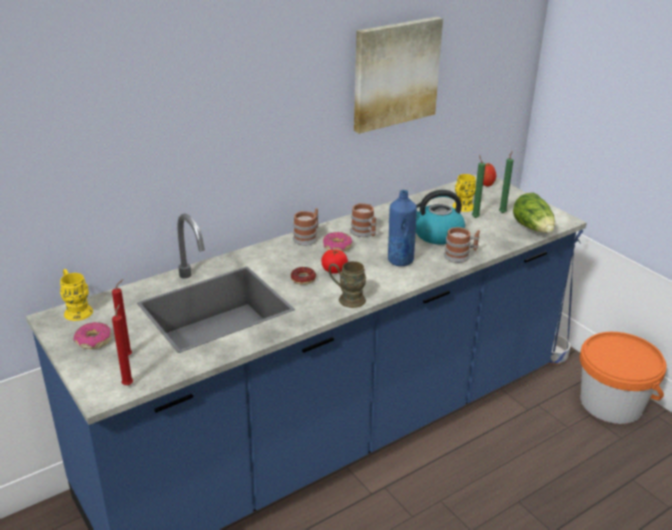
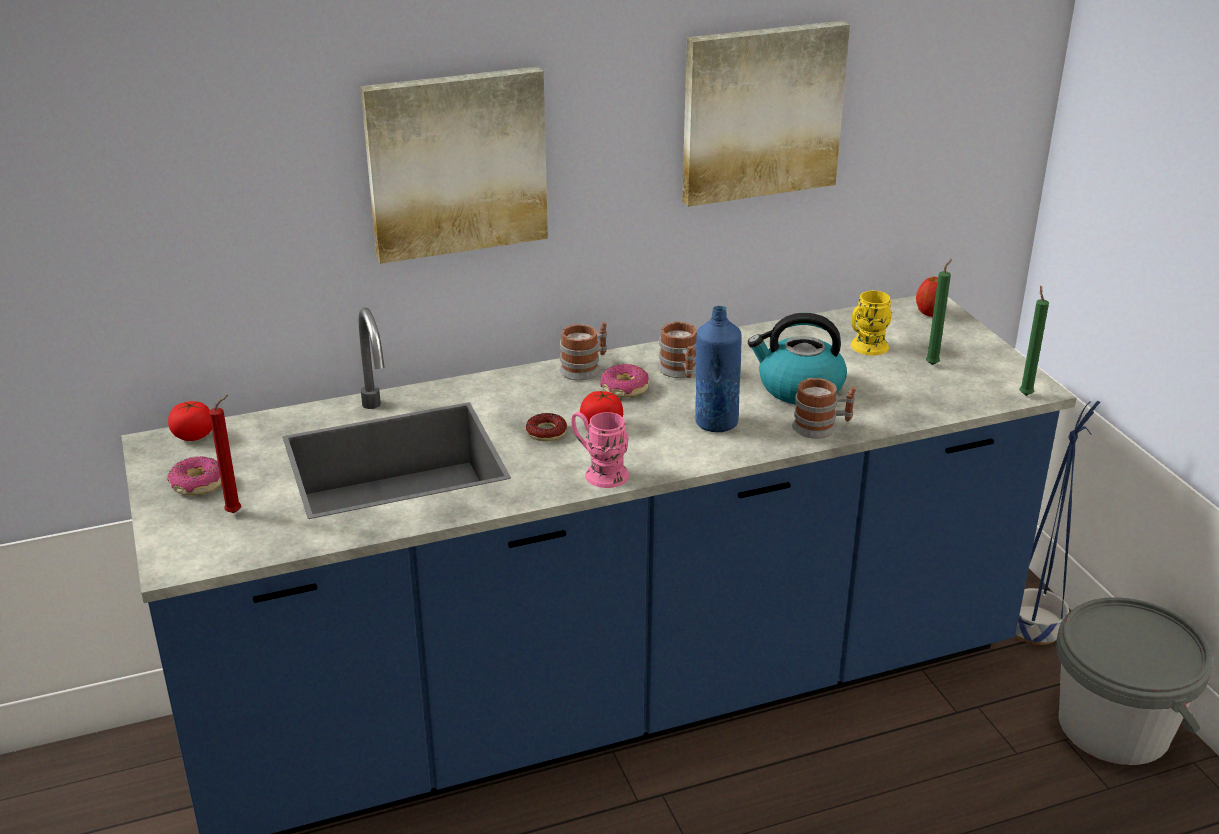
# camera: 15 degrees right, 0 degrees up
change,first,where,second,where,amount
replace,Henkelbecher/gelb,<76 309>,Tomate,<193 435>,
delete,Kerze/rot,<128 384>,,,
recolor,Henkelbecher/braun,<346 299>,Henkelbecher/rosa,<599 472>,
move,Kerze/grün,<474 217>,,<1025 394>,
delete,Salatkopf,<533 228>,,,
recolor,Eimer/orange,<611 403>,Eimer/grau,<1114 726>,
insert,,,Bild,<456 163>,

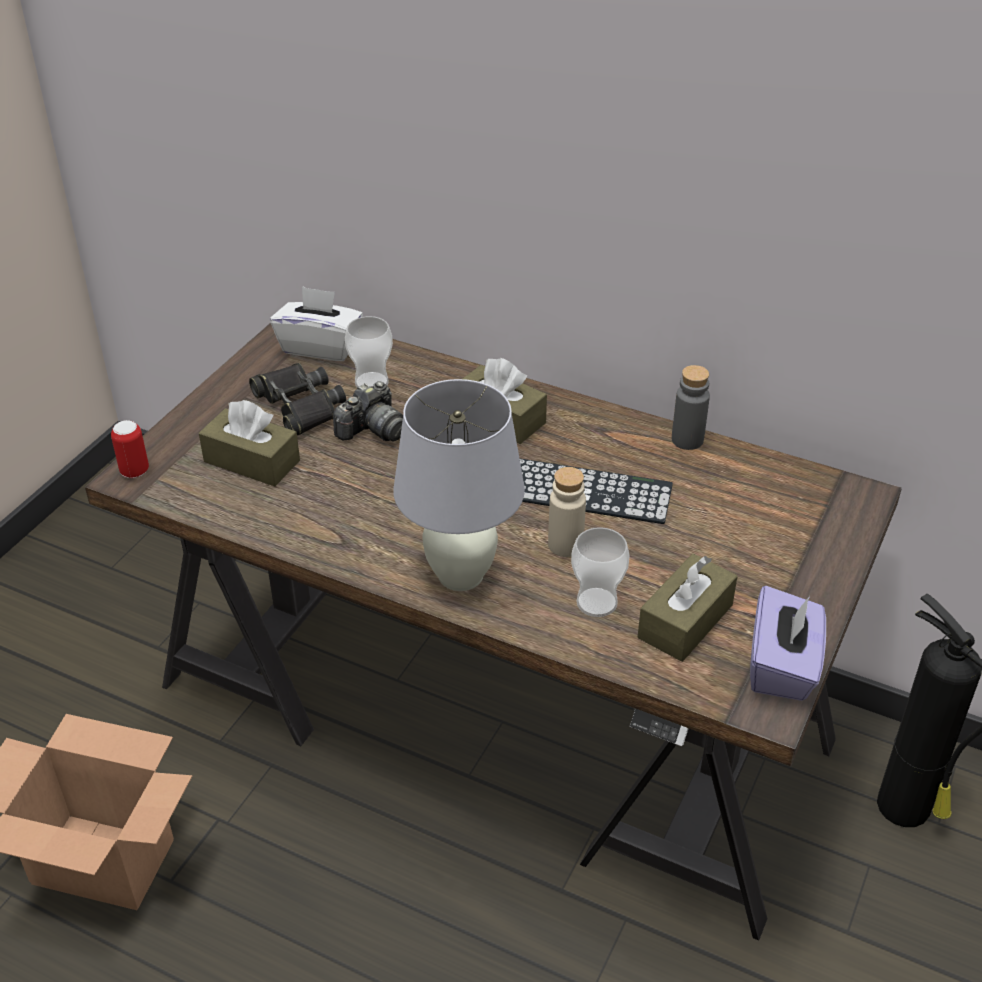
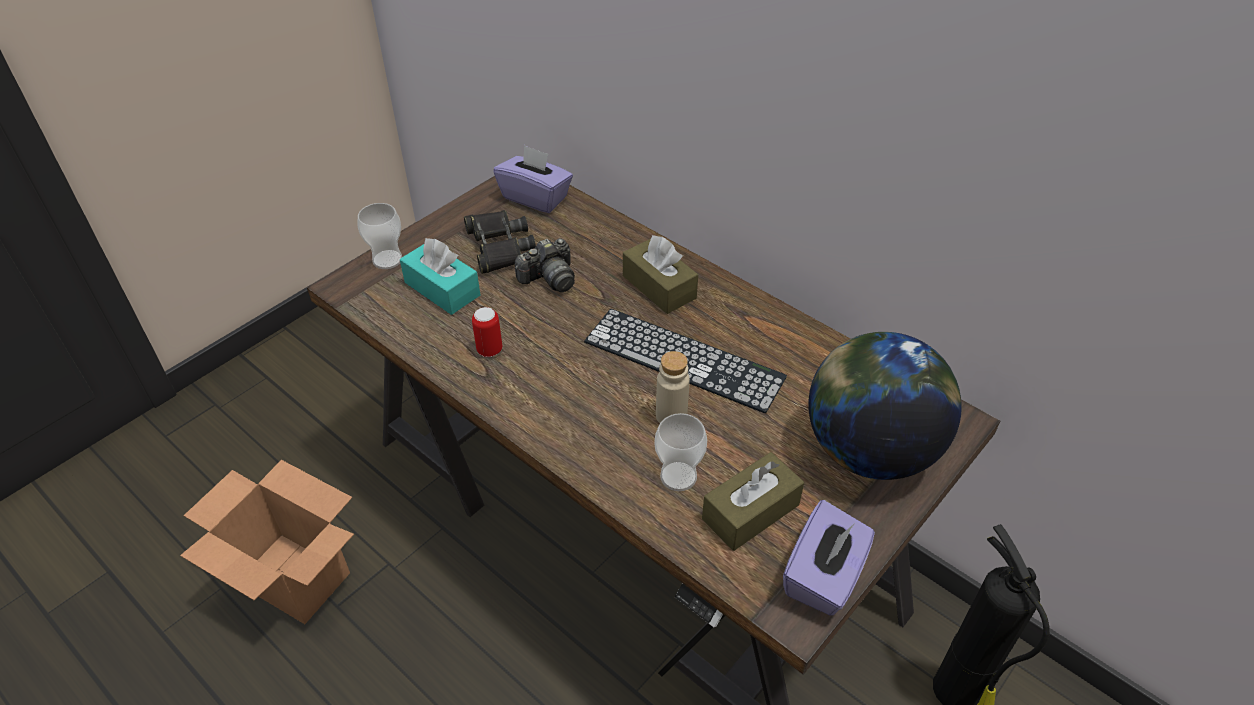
# camera: 15 degrees right, 5 degrees up
change,first,where,second,where,amount
move,Dose,<134 471>,,<489 350>,
recolor,Taschentuchbox/braun,<252 461>,Taschentuchbox/türkis,<442 289>,
recolor,Taschentuchbox/weiß,<320 347>,Taschentuchbox/lila,<535 197>,
move,Tasse,<371 382>,,<387 260>,
delete,Tischlampe/weiß,<460 575>,,,
delete,Flasche/grau,<687 440>,,,
insert,,,Globus,<868 450>,

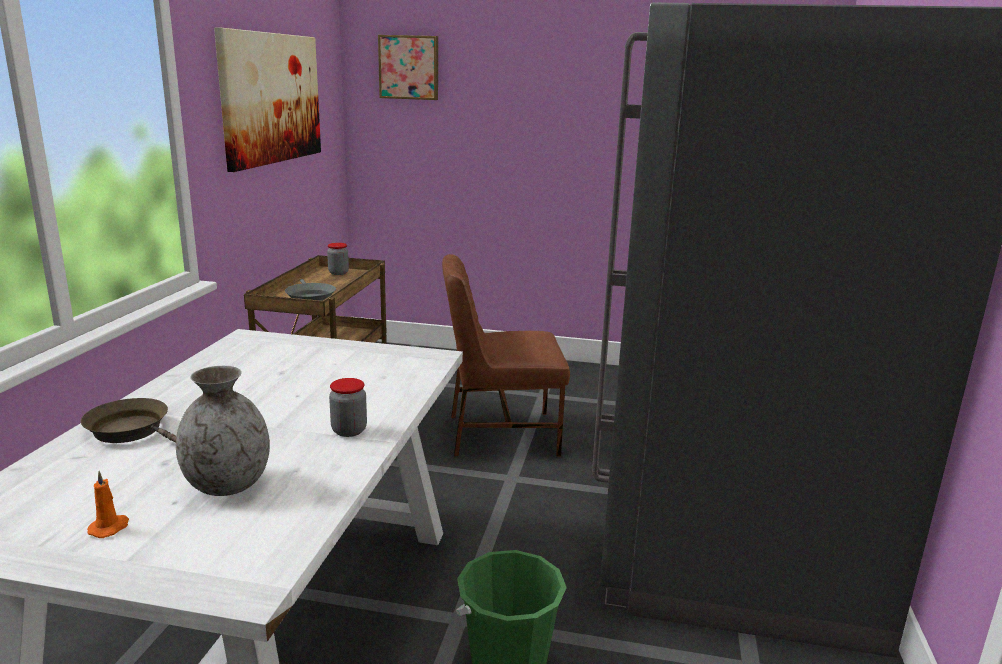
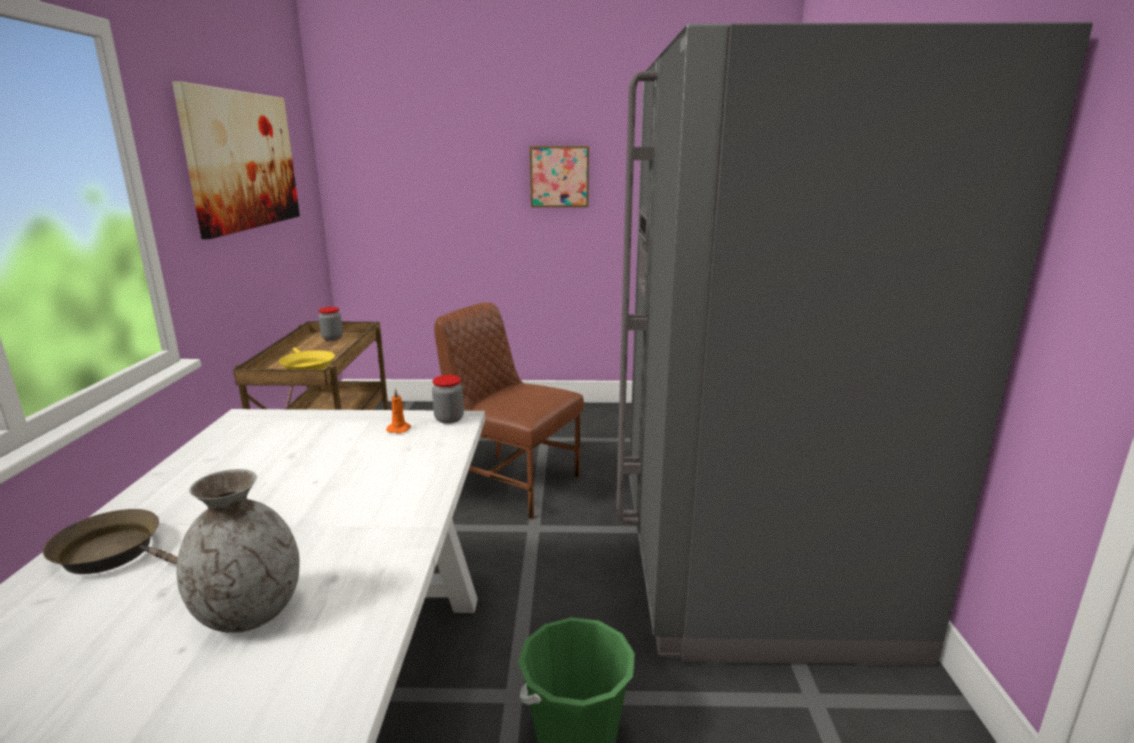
# camera: 10 degrees left, 0 degrees up
change,first,where,second,where,amount
move,Kerze/orange,<110 528>,,<399 429>,
recolor,Pfanne/grau,<309 298>,Pfanne/gelb,<306 367>,
move,Vorratsglas,<349 430>,,<449 419>,
move,Bild,<409 67>,,<559 176>,
rotate,Stuhl/braun,<500 434>,,<512 483>,45 degrees clockwise

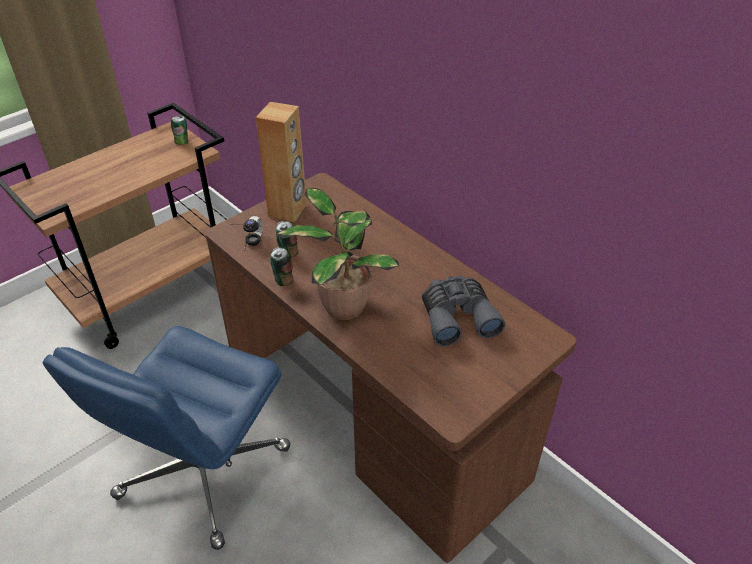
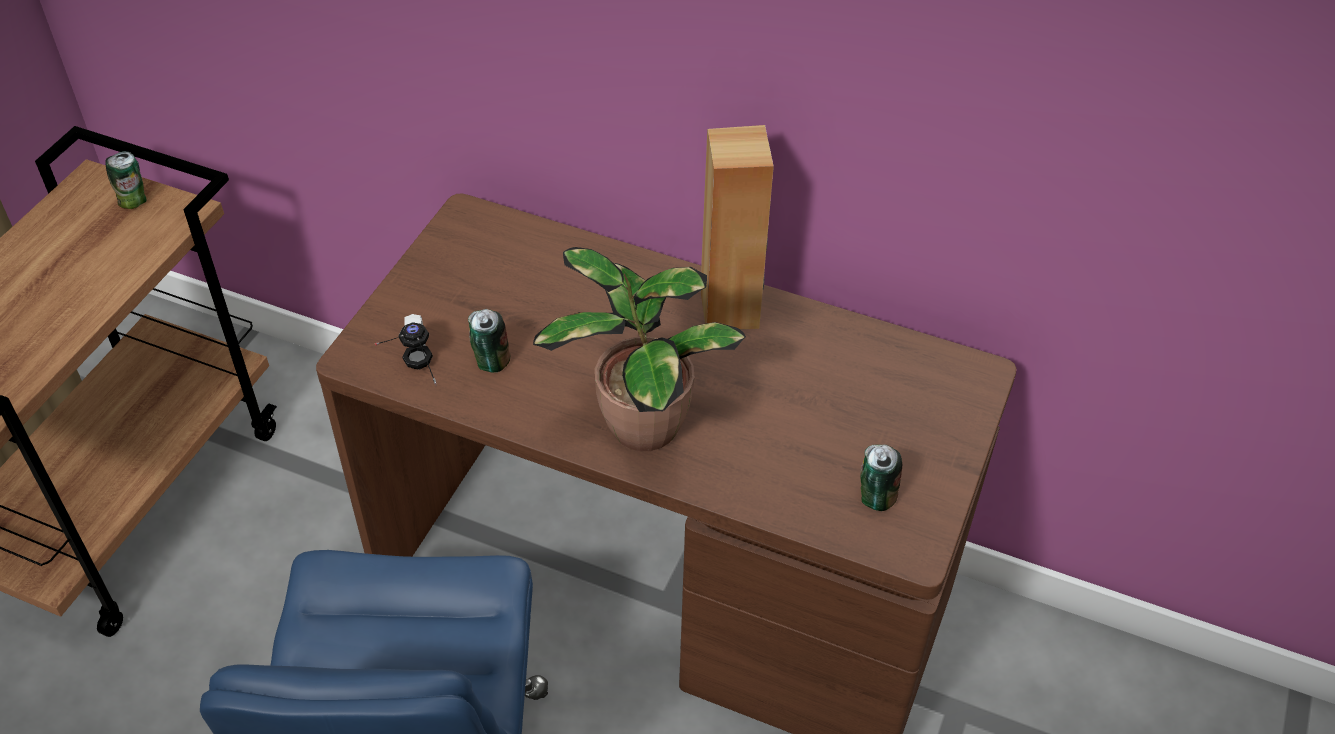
# camera: 25 degrees left, 5 degrees up
change,first,where,second,where,amount
move,Lautsprecher/braun,<288 210>,,<730 309>,
move,Dose,<283 280>,,<875 498>,
delete,Fernglas/grau,<457 316>,,,

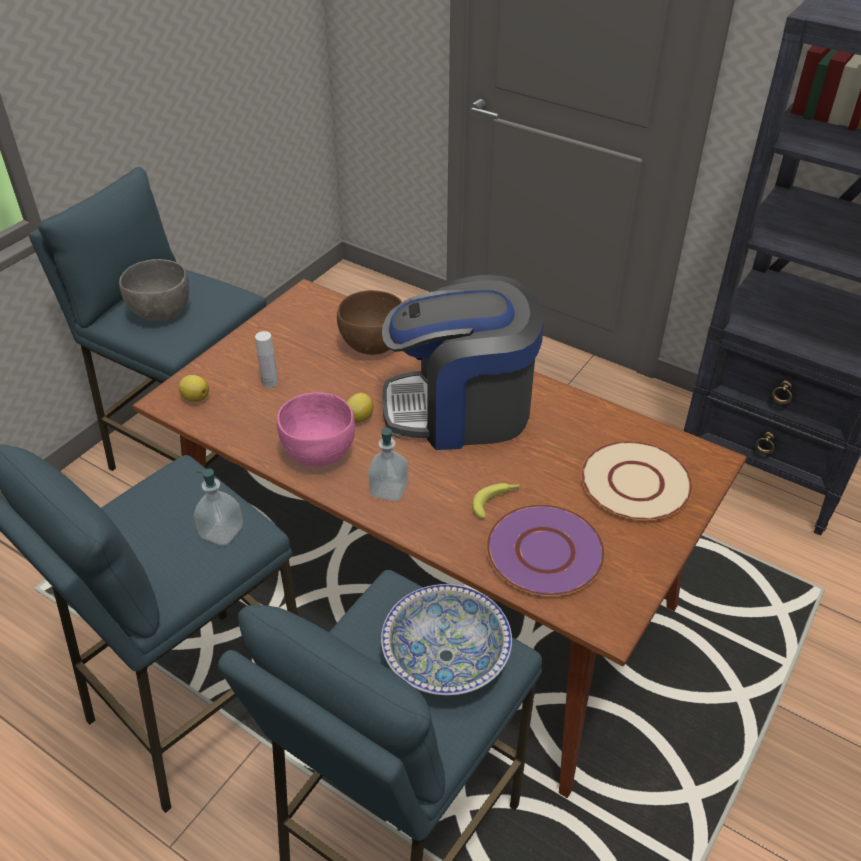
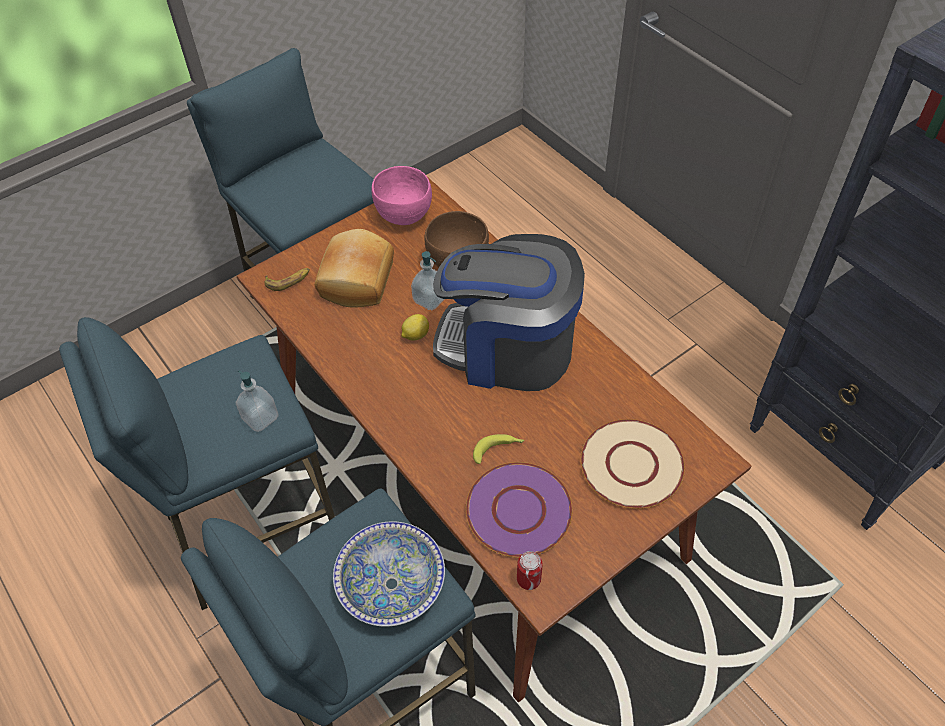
# camera: 20 degrees right, 10 degrees up
change,first,where,second,where,amount
delete,Schüssel/grau,<160 313>,,,
replace,Zitrone,<195 398>,Banane,<288 281>,
replace,Flasche/weiß,<270 382>,Brot,<355 280>,
move,Schüssel/rosa,<319 454>,,<404 215>,
move,Seifenspender,<389 490>,,<430 299>,
insert,,,Dose,<528 579>,

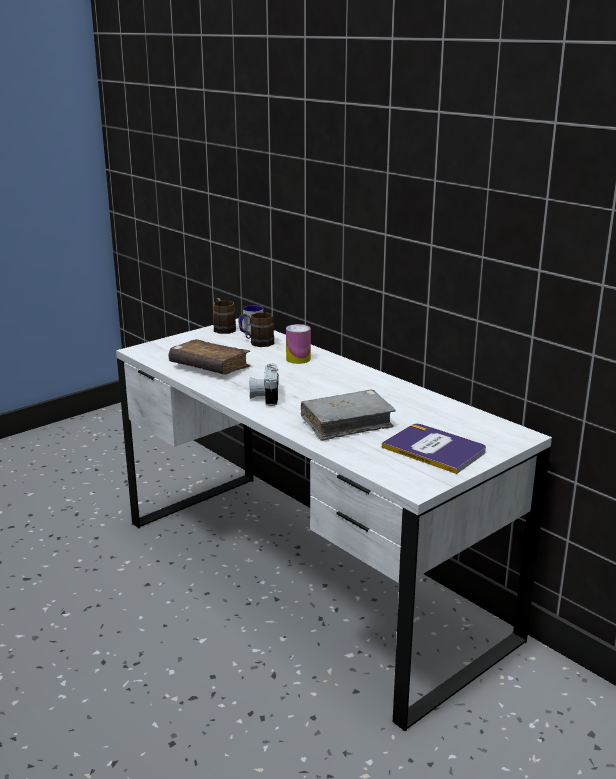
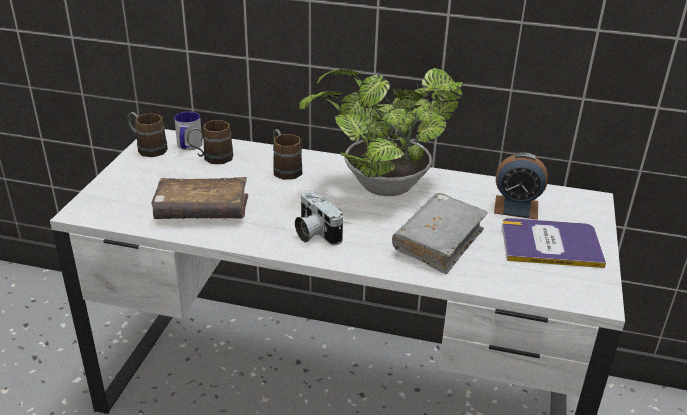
# camera: 35 degrees left, 10 degrees up
change,first,where,second,where,amount
replace,Dose,<298 359>,Henkelbecher/braun,<284 168>,
insert,,,Topfpflanze,<380 187>,
insert,,,Wecker,<516 207>,

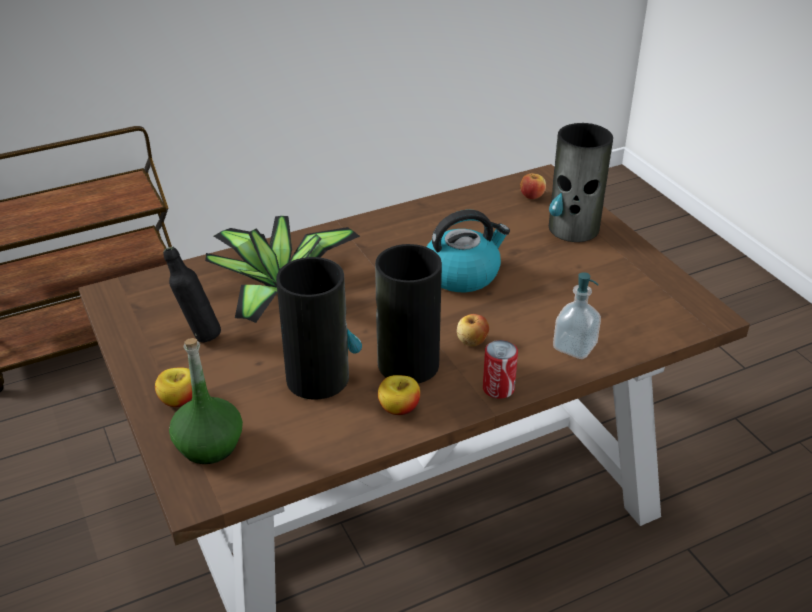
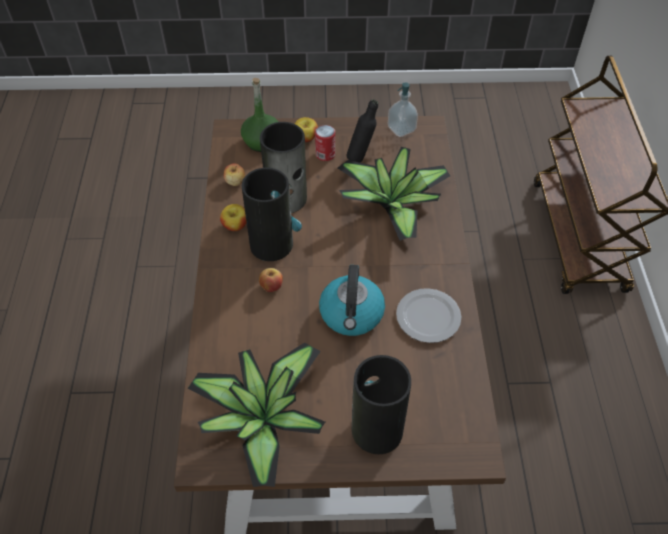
# camera: 115 degrees right, 15 degrees up
change,first,where,second,where,amount
move,Dose,<498 388>,,<325 154>,
move,Apfel,<532 196>,,<235 182>,
move,Seifenspender,<574 347>,,<401 129>,
insert,,,Topfpflanze,<261 418>,
insert,,,Teller,<429 317>,

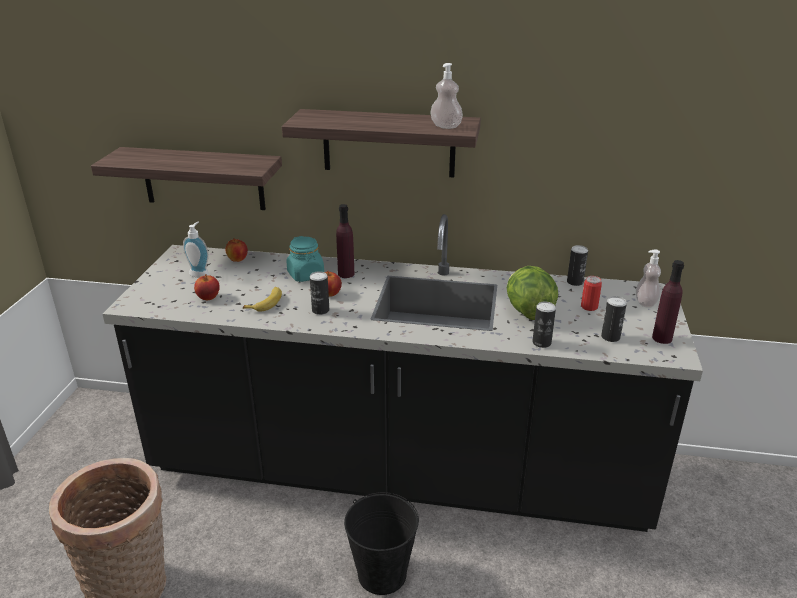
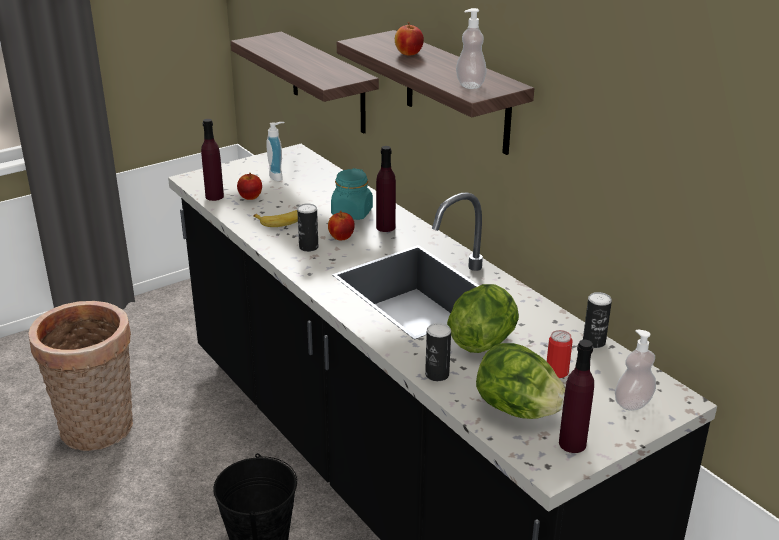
# camera: 45 degrees right, 0 degrees up
change,first,where,second,where,amount
move,Apfel,<237 259>,,<408 53>,
replace,Dose,<610 337>,Salatkopf,<517 410>,
insert,,,Flasche/lila,<214 196>,

